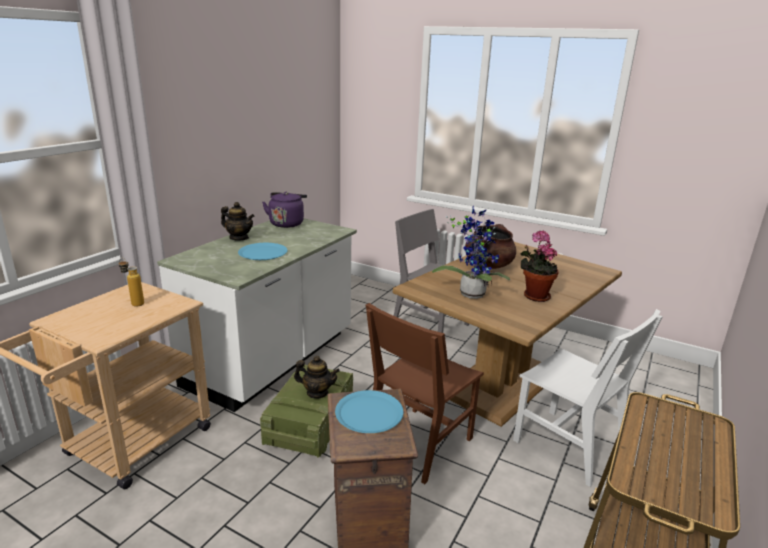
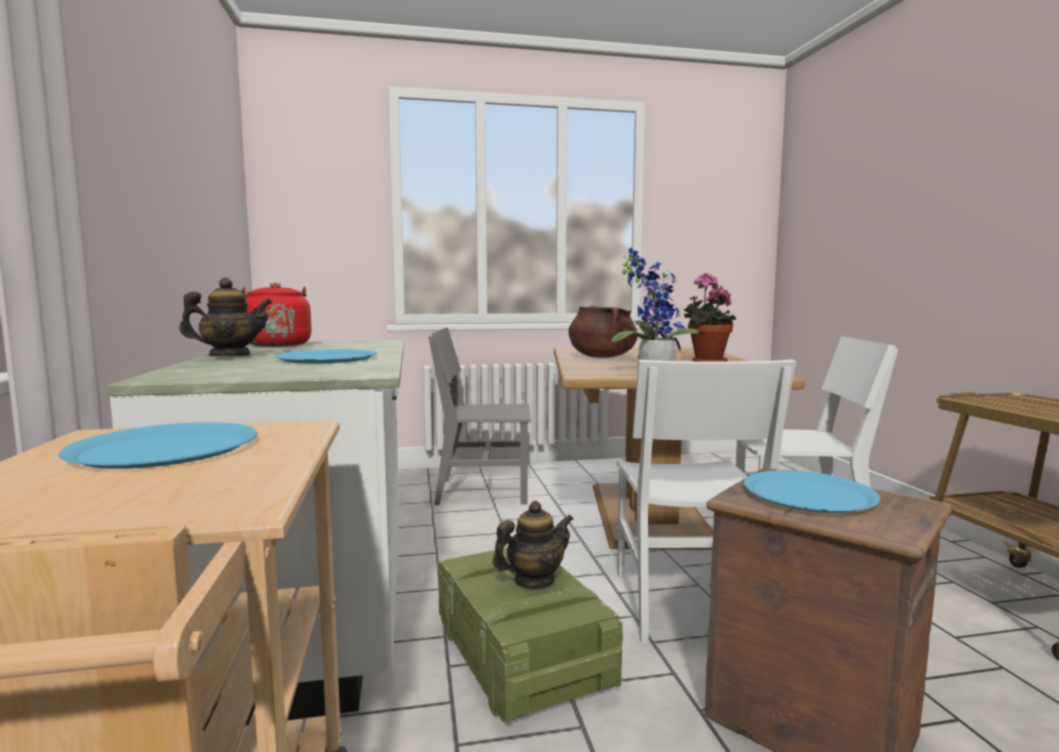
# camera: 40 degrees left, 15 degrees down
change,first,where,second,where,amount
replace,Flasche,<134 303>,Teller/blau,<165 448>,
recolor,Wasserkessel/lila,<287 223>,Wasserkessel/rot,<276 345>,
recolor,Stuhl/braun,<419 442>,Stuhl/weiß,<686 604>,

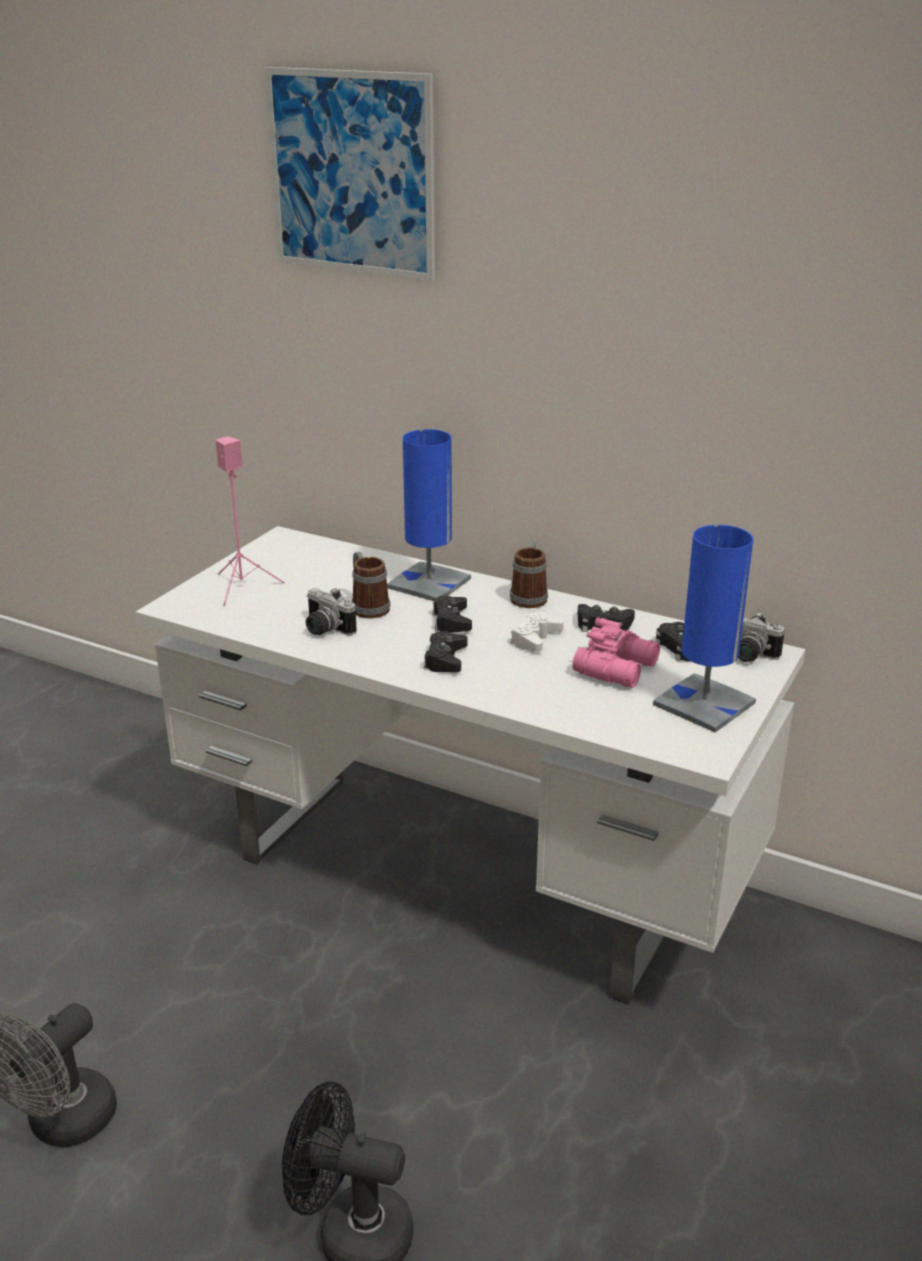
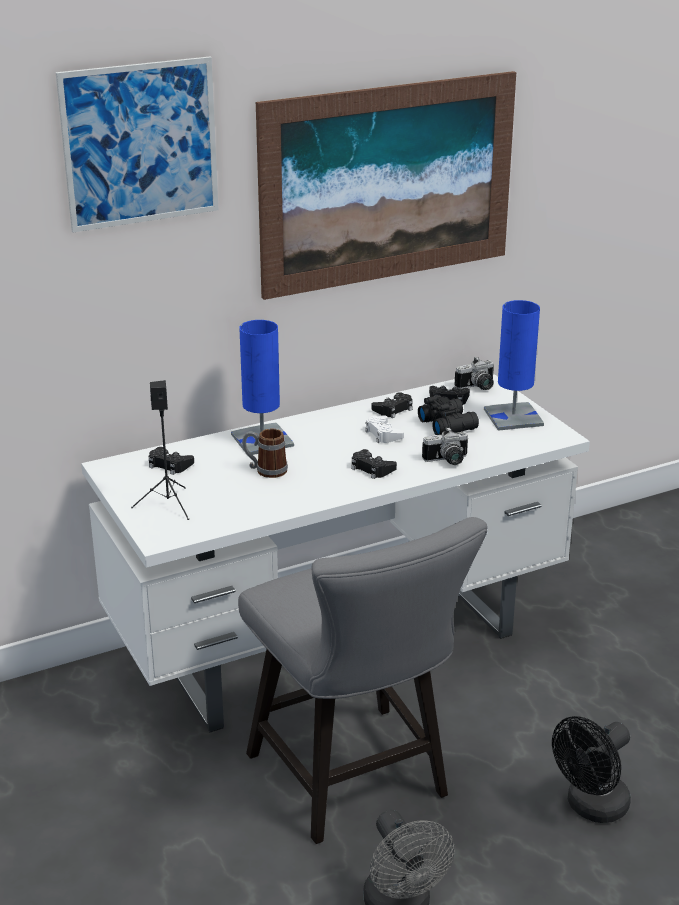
# camera: 55 degrees left, 0 degrees up
change,first,where,second,where,amount
recolor,Lautsprecher/rosa,<243 587>,Lautsprecher/schwarz,<168 504>,
move,Kamera,<324 629>,,<447 461>,
move,Gamepad/schwarz,<451 621>,,<169 465>,
delete,Henkelbecher,<529 596>,,,
recolor,Fernglas/rosa,<618 668>,Fernglas/schwarz,<448 424>,
insert,,,Stuhl/grau,<356 783>,
insert,,,Bild,<388 183>,

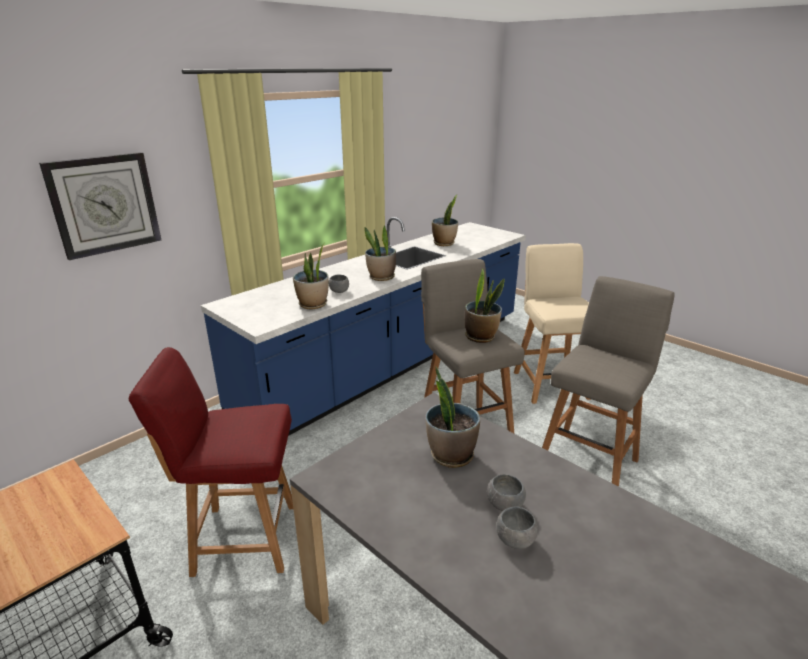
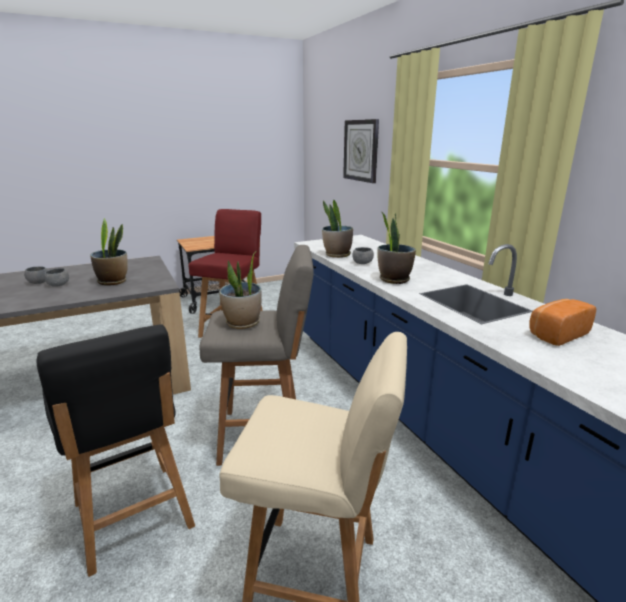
# camera: 110 degrees right, 5 degrees down
change,first,where,second,where,amount
replace,Topfpflanze,<444 243>,Brot,<556 334>,
replace,Hocker/grau,<589 461>,Stuhl/schwarz,<133 517>,

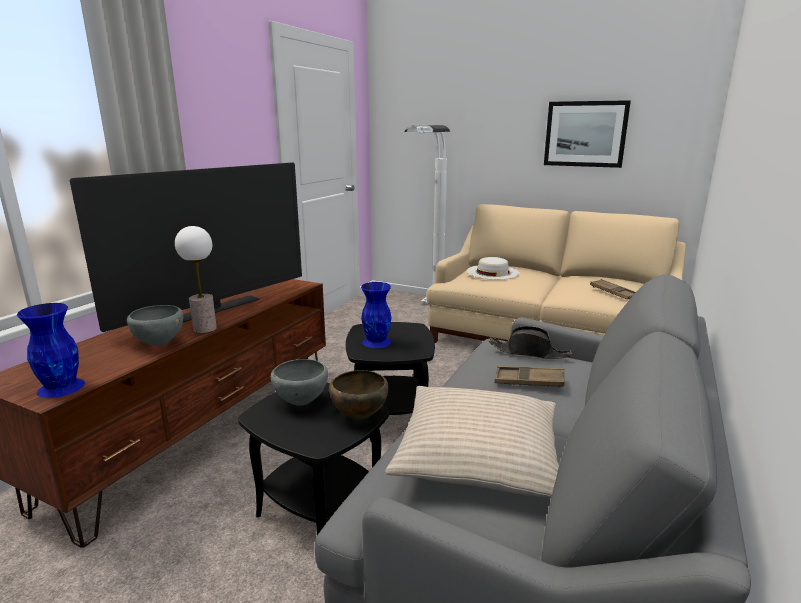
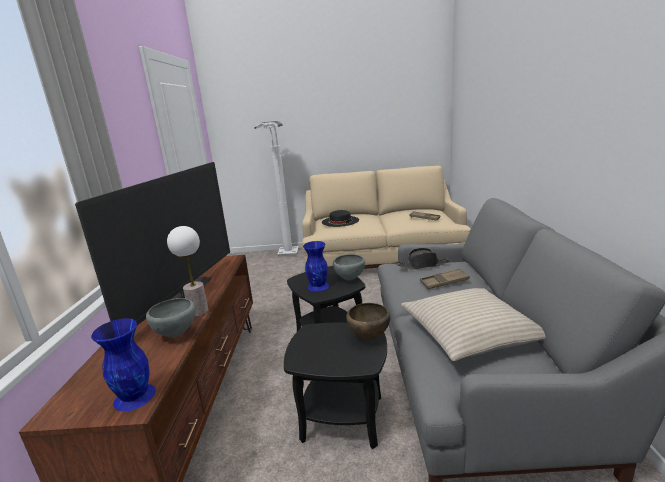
# camera: 25 degrees left, 0 degrees up
change,first,where,second,where,amount
move,Schüssel/grau,<301 403>,,<349 279>,
recolor,Hut/weiß,<492 272>,Hut/schwarz,<340 221>,
delete,Bild,<585 134>,,,

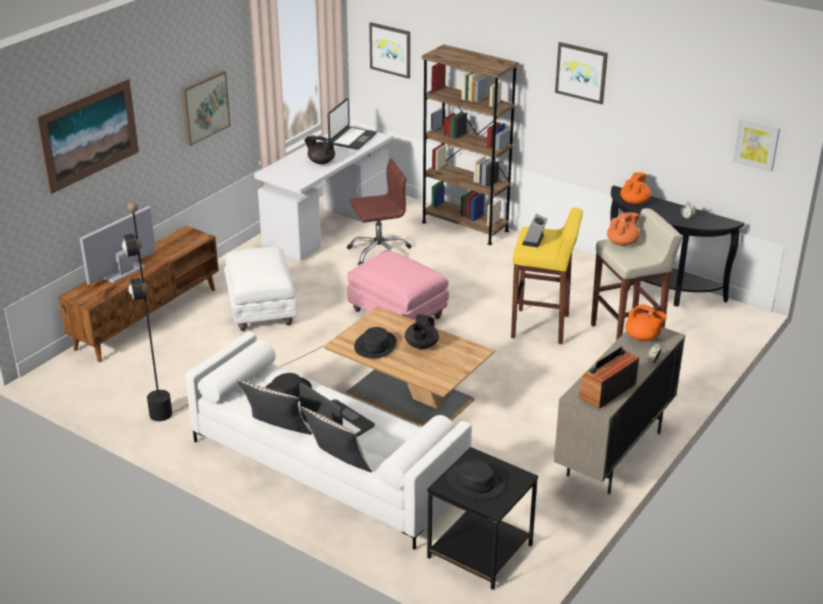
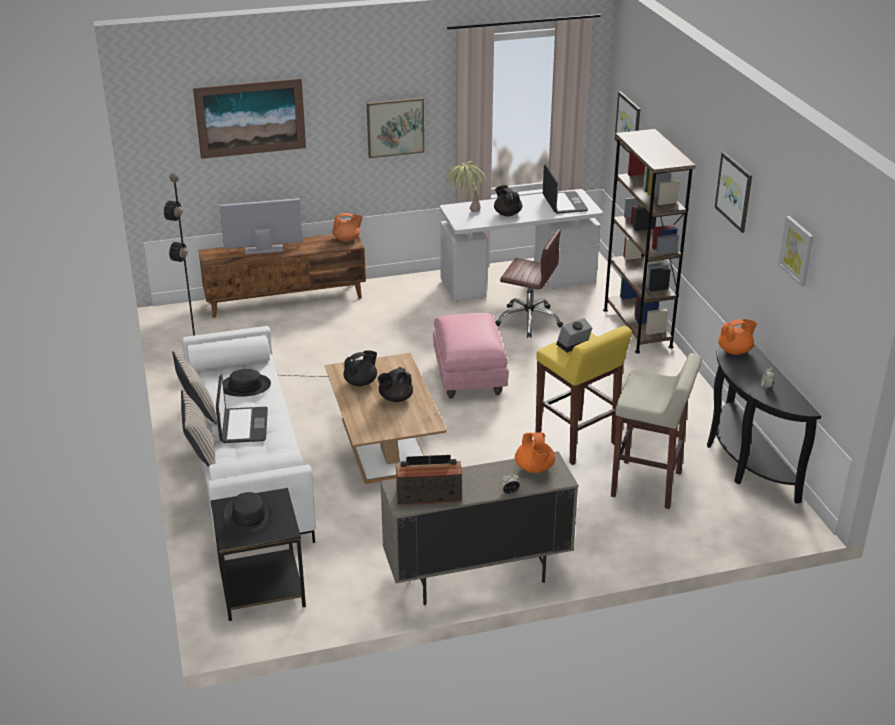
# camera: 40 degrees right, 0 degrees up
change,first,where,second,where,amount
delete,Polsterhocker/weiß,<260 309>,,,
rotate,Laptop,<352 139>,,<564 203>,75 degrees counterclockwise
replace,Hut/schwarz,<375 345>,Teekanne/schwarz,<361 382>,
move,Teekanne/orange,<622 242>,,<347 239>,
move,Bild,<756 144>,,<797 250>,
insert,,,Topfpflanze,<465 215>,

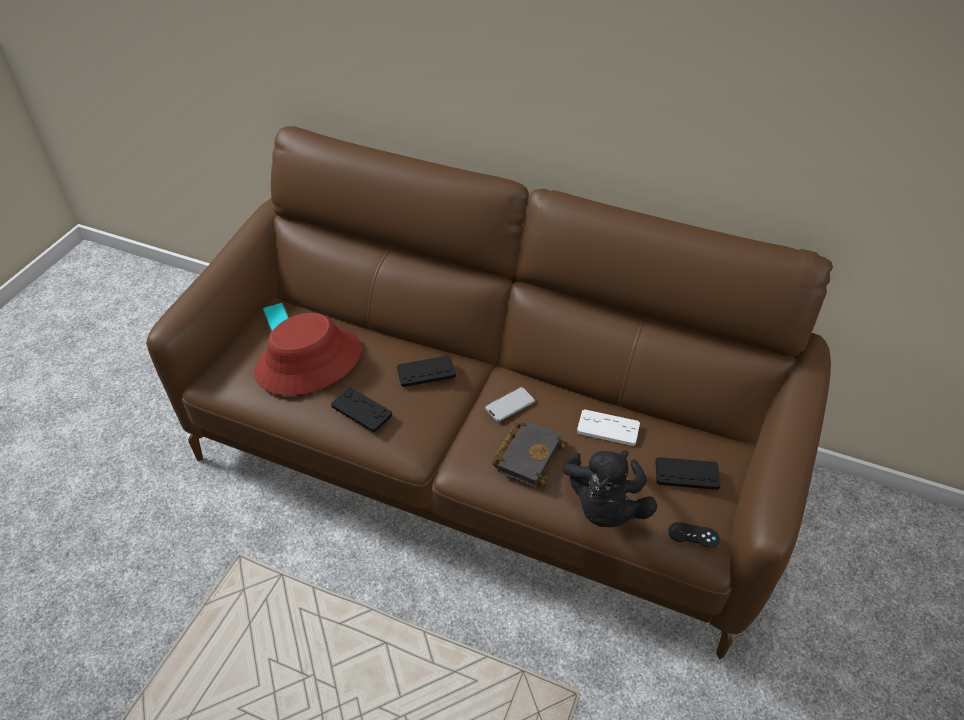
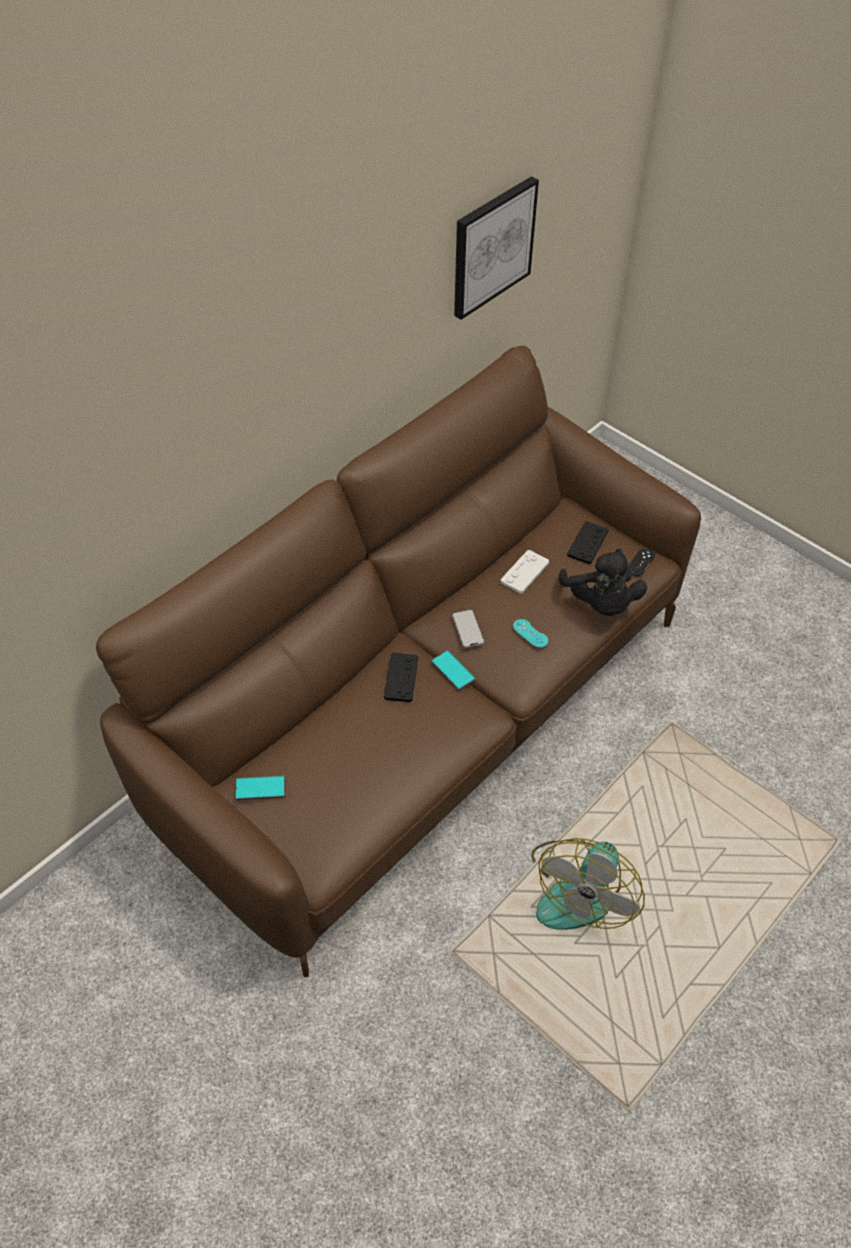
# camera: 70 degrees left, 5 degrees up
change,first,where,second,where,amount
delete,Hut/rot,<309 362>,,,
delete,Gamepad/schwarz,<361 410>,,,
replace,Buch/schwarz,<527 454>,Gamepad/türkis,<530 633>,
rotate,Plüschtier/schwarz,<604 507>,,<600 603>,45 degrees clockwise
insert,,,Handy,<453 670>,
insert,,,Bild,<492 247>,
insert,,,Ventilator,<580 890>,

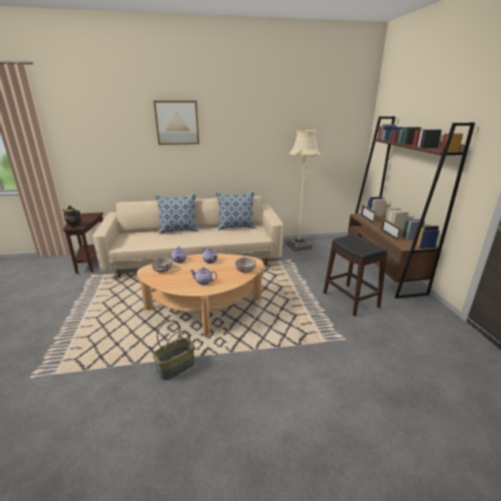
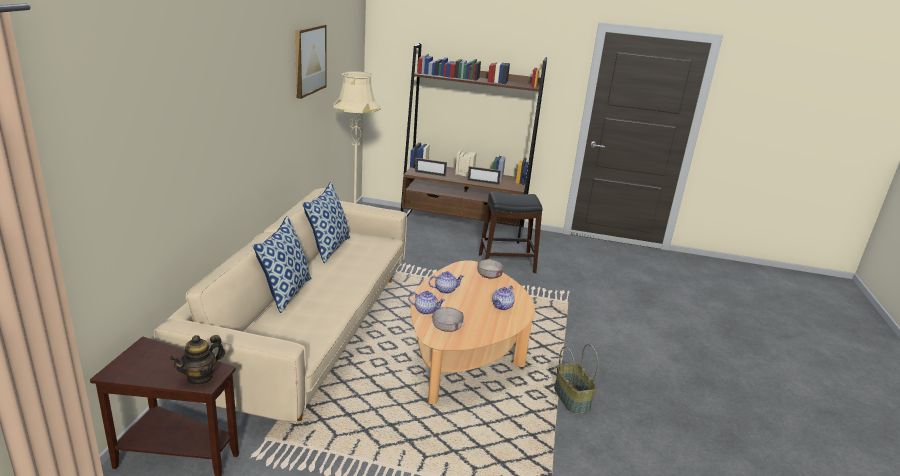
# camera: 70 degrees left, 0 degrees up
change,first,where,second,where,amount
move,Bild,<177 123>,,<309 60>,

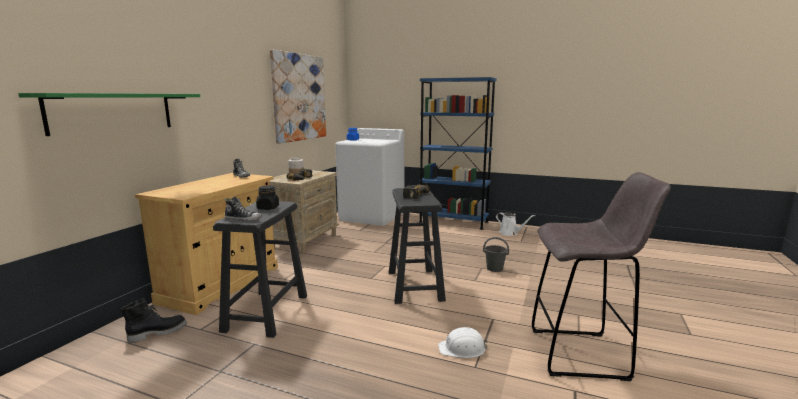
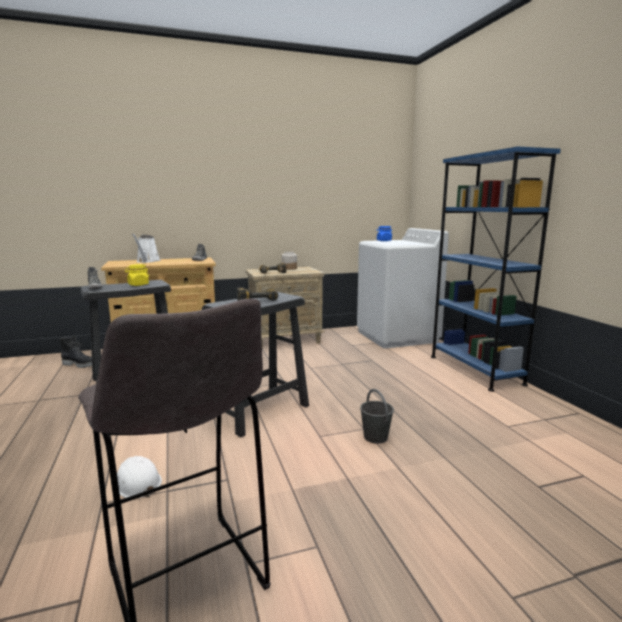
# camera: 50 degrees right, 0 degrees up
change,first,where,second,where,amount
delete,Wandregal/grün,<113 112>,,,
recolor,Vorratsglas/schwarz,<268 208>,Vorratsglas/gelb,<138 285>,
delete,Bild,<299 97>,,,
move,Gießkanne/weiß,<510 233>,,<147 261>,

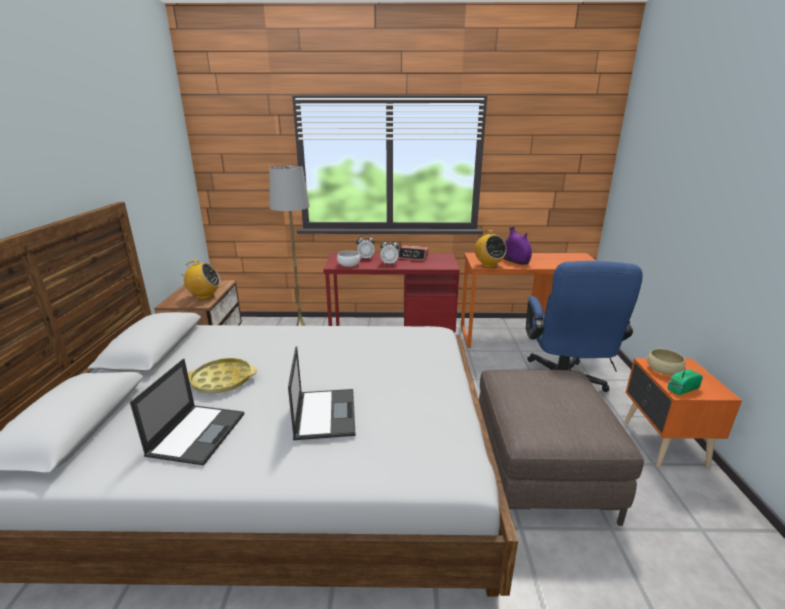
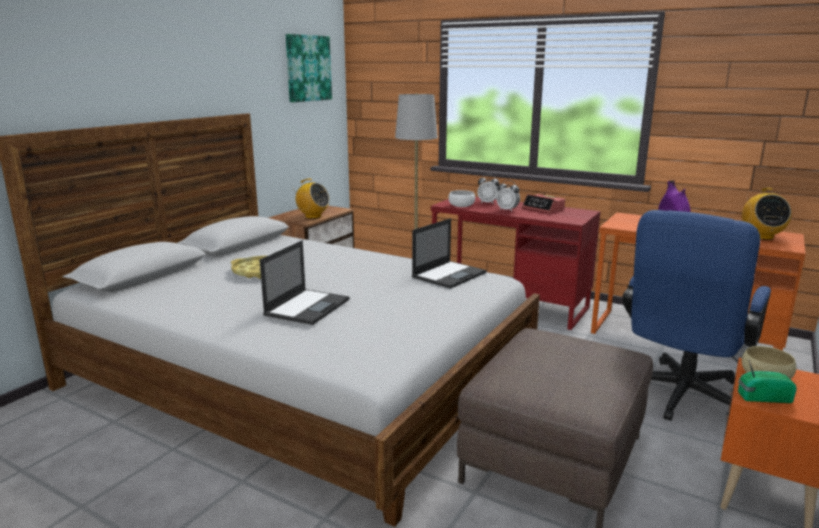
# camera: 30 degrees right, 5 degrees down
change,first,where,second,where,amount
move,Laptop,<197 433>,,<449 274>,
move,Radio,<488 265>,,<761 237>,
insert,,,Bild,<308 68>,

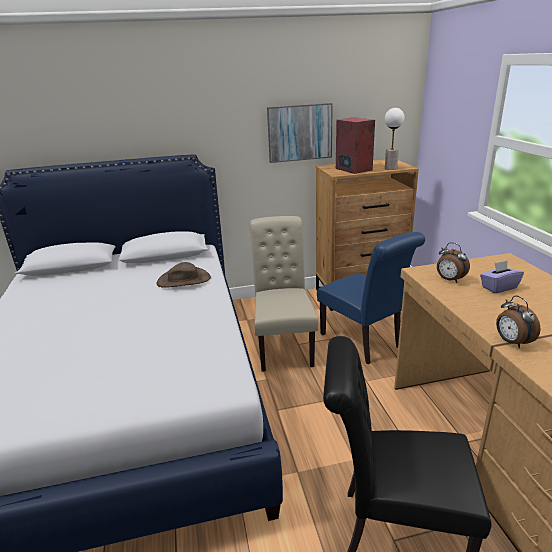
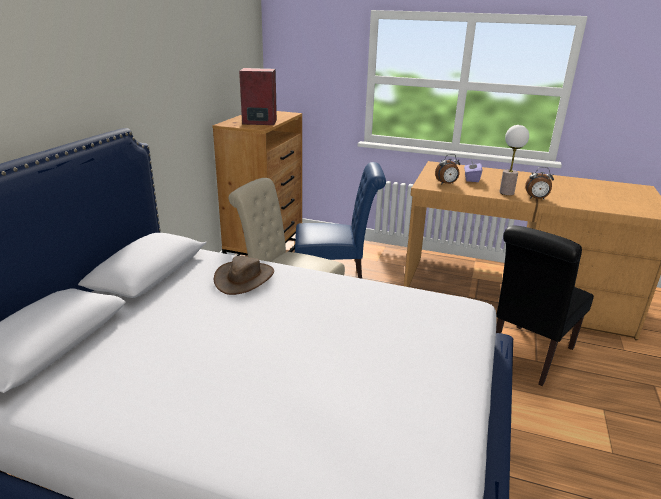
# camera: 60 degrees left, 0 degrees up
change,first,where,second,where,amount
delete,Bild,<299 132>,,,
move,Tischlampe,<391 168>,,<506 192>,

